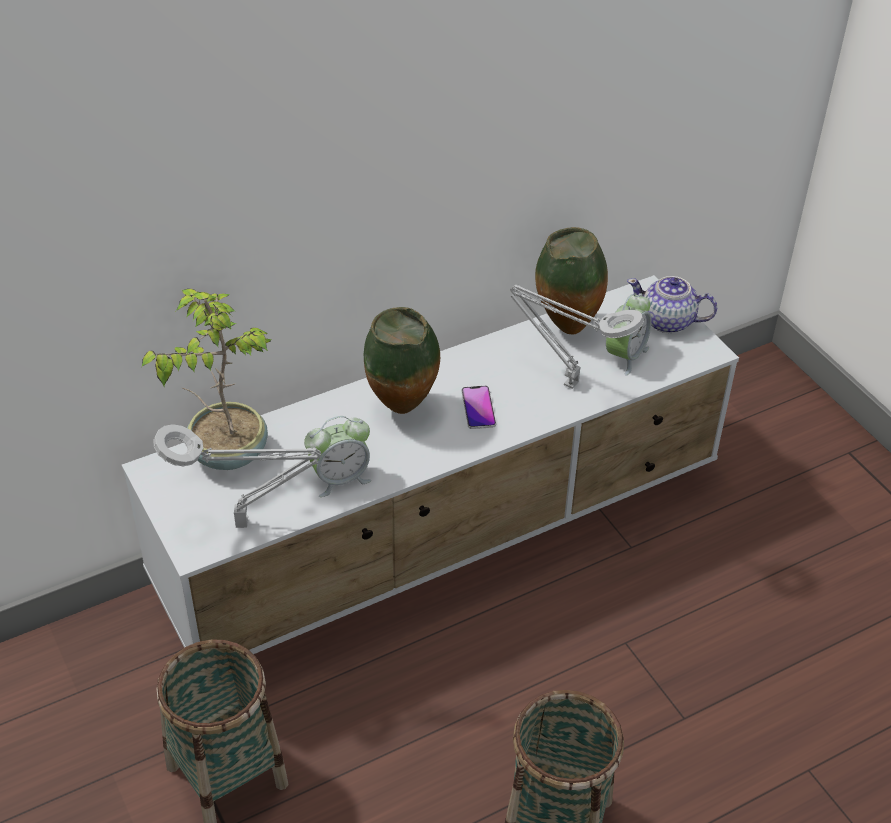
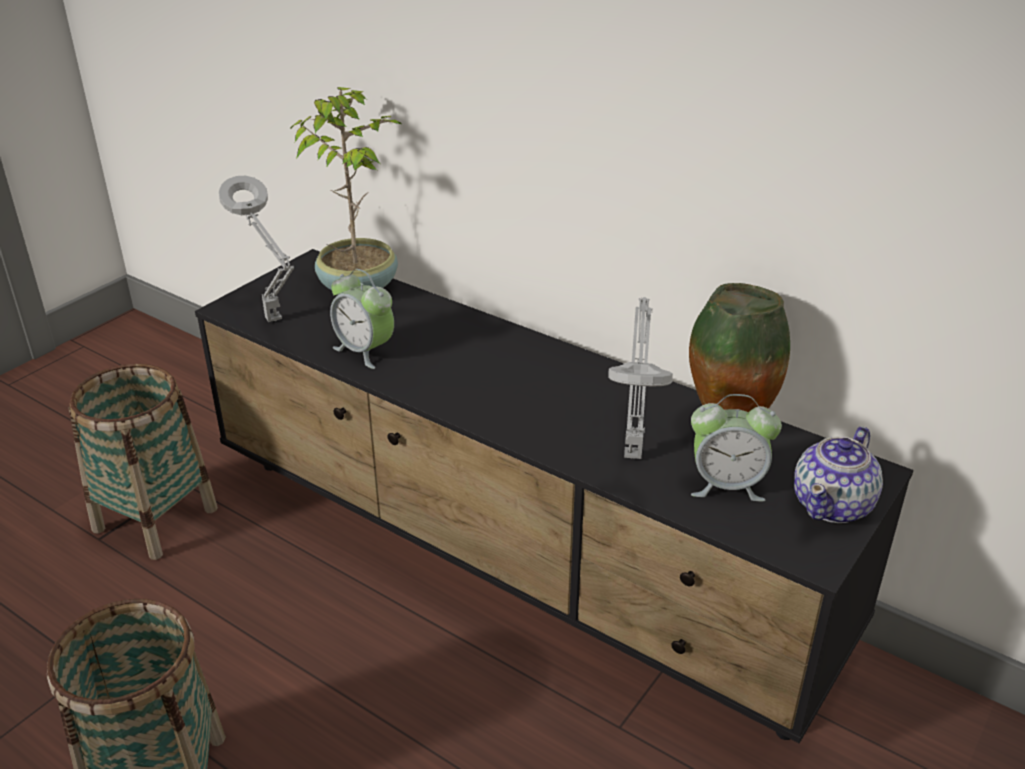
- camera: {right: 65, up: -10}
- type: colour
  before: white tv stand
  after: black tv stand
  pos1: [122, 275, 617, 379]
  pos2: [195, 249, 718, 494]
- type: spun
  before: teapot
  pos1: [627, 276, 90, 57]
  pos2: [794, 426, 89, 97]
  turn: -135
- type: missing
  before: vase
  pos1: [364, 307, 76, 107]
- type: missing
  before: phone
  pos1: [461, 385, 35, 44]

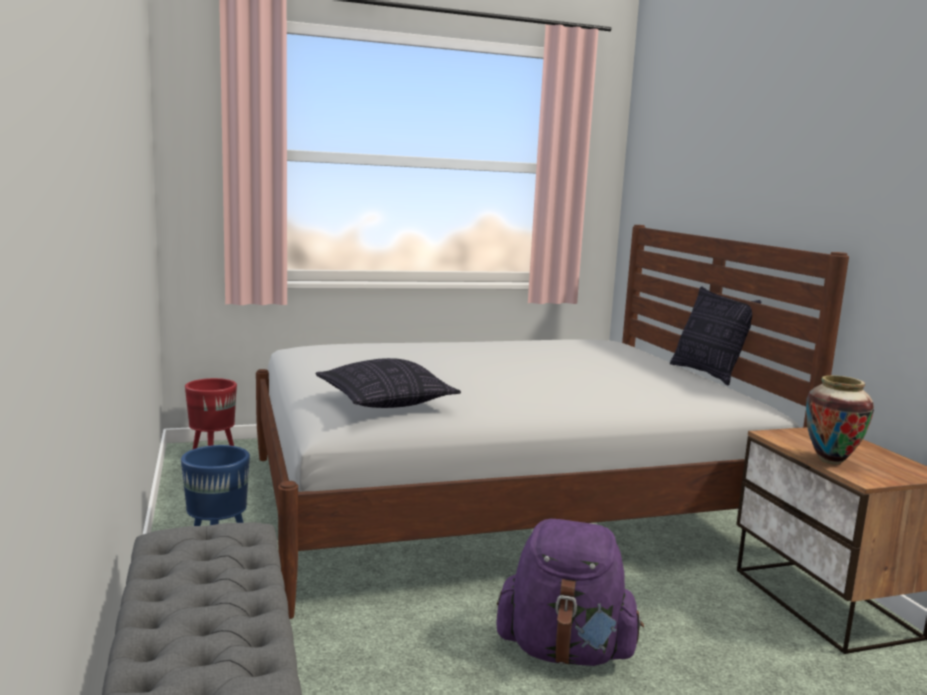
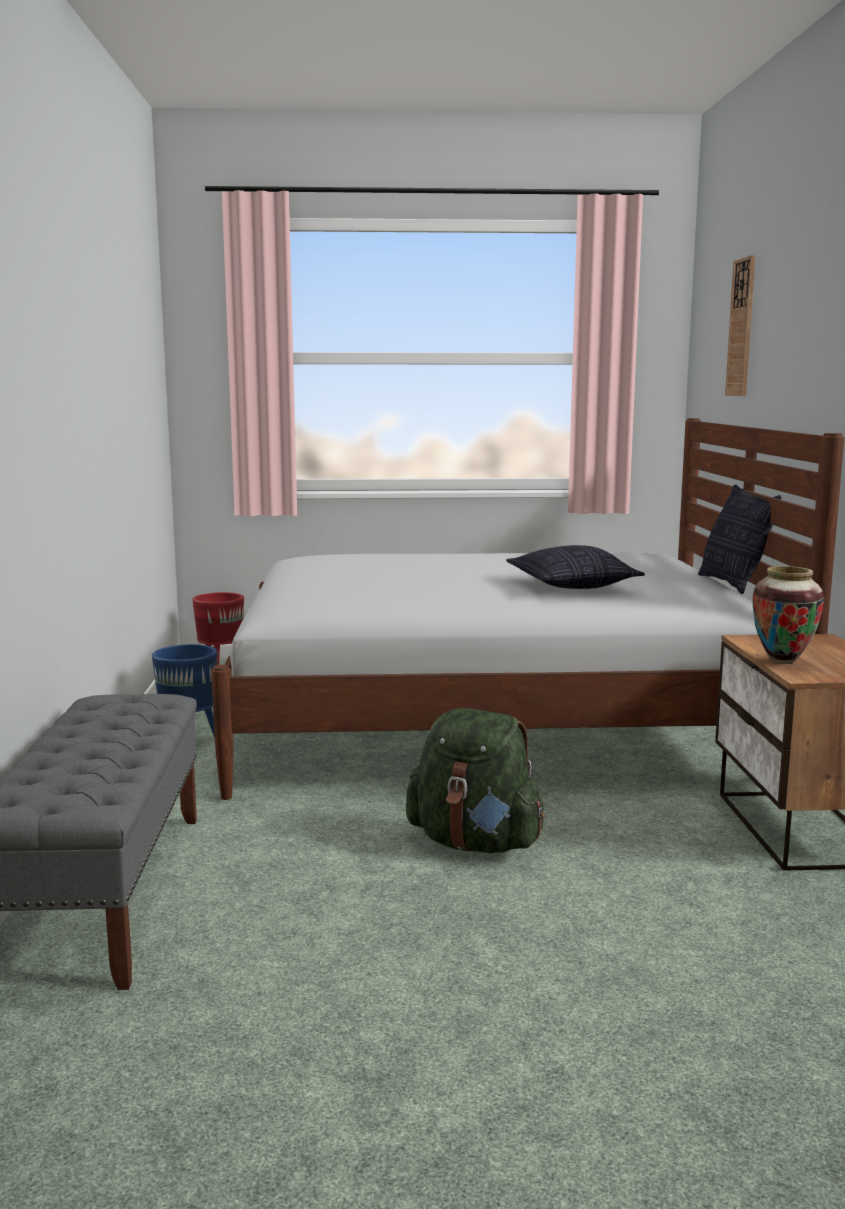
- camera: {right: 15, up: 0}
- type: relocated
  before: pillow
  pos1: [315, 358, 146, 50]
  pos2: [506, 545, 139, 44]
- type: colour
  before: purple backpack
  after: green backpack
  pos1: [496, 519, 148, 147]
  pos2: [406, 708, 139, 145]
- type: appeared
  after: wall clock
  pos2: [725, 255, 31, 141]

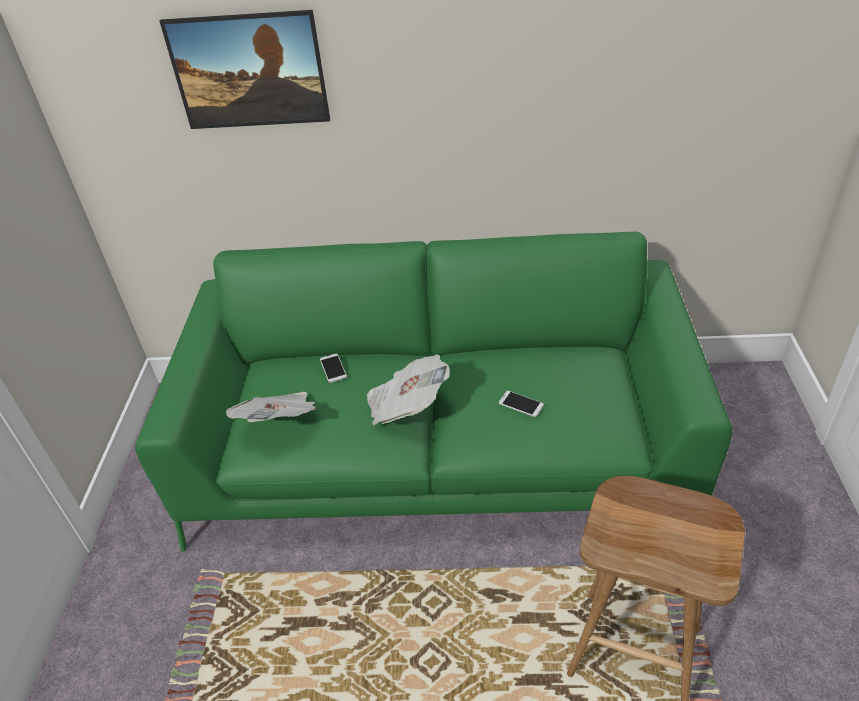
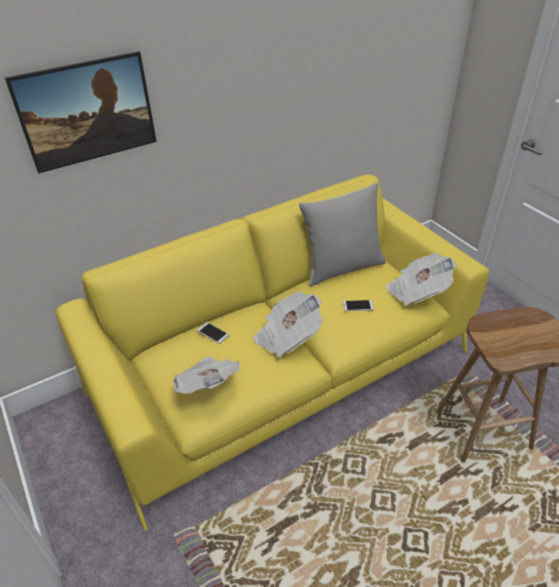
- camera: {right: -35, up: 0}
- type: colour
  before: green sofa
  after: yellow sofa
  pos1: [135, 232, 597, 320]
  pos2: [56, 174, 433, 357]
- type: appeared
  after: grey pillow
  pos2: [299, 183, 87, 103]
- type: appeared
  after: newspaper
  pos2: [386, 253, 71, 53]

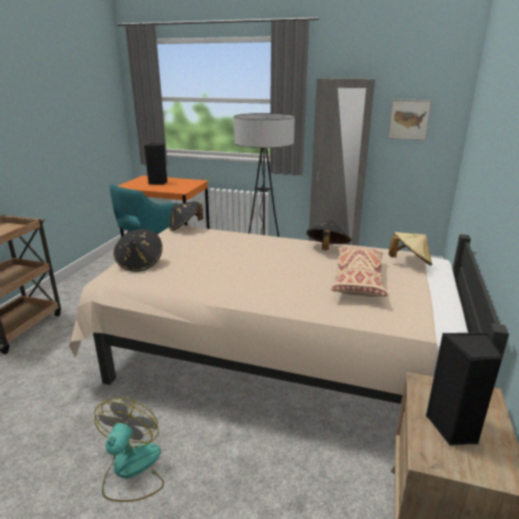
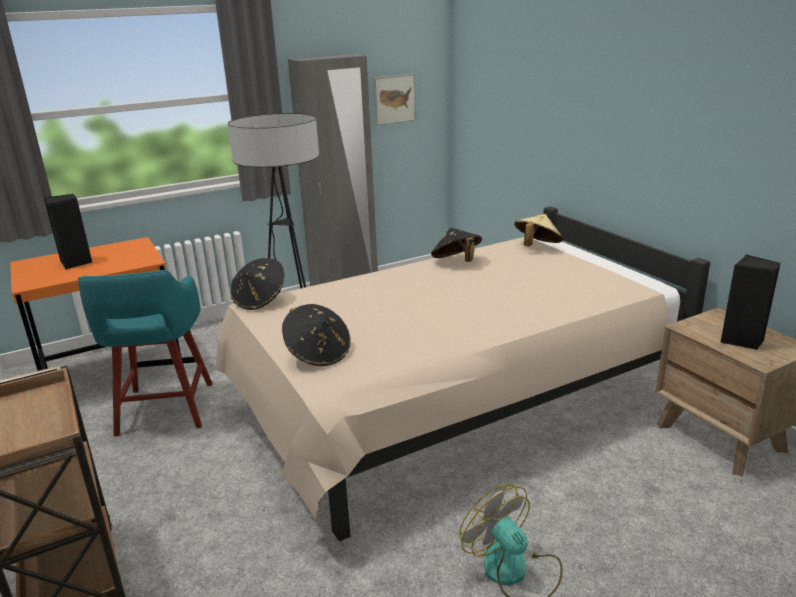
- camera: {right: -45, up: 0}
- type: missing
  before: beige pillow
  pos1: [331, 246, 56, 51]

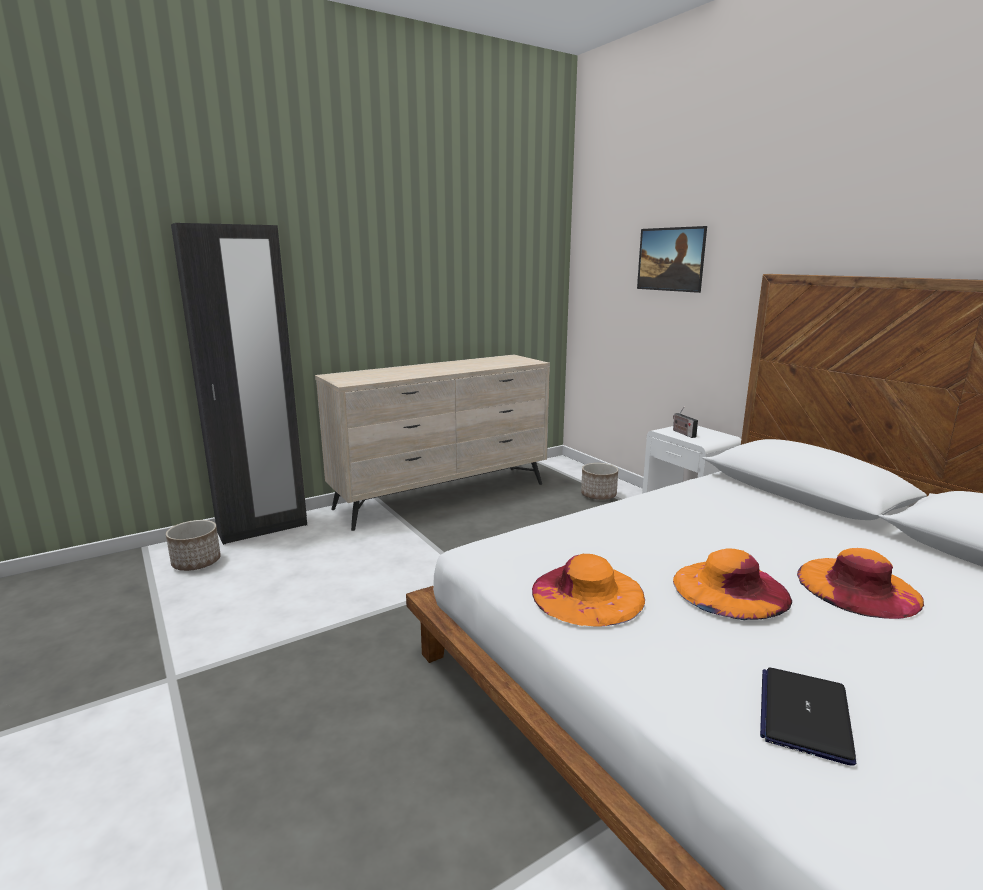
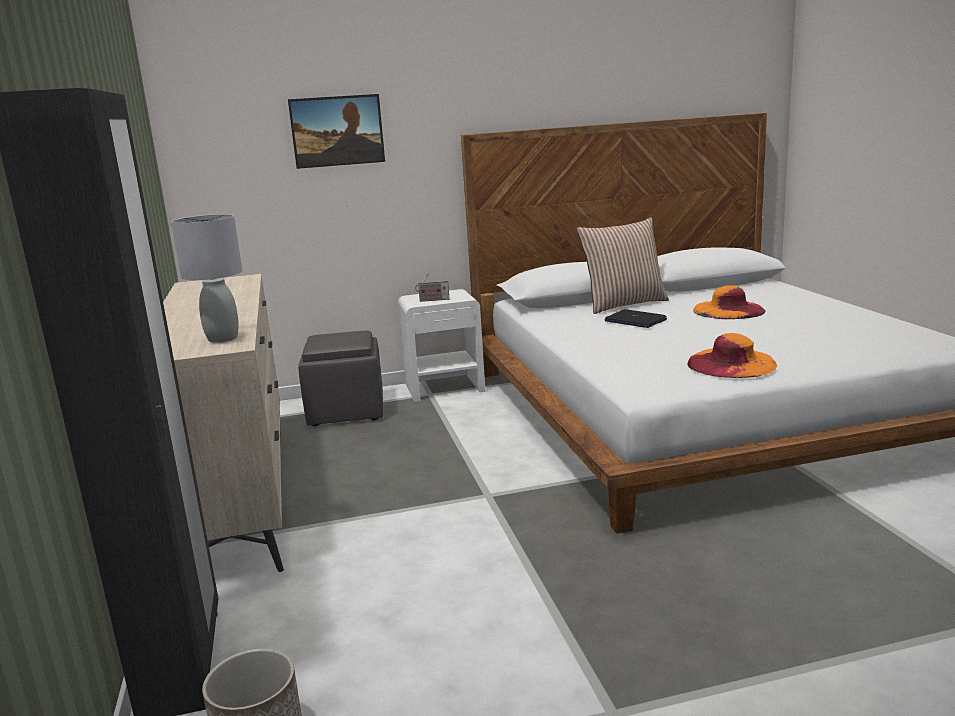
- camera: {right: -70, up: 0}
- type: exchanged
  before: planter
  after: grey ottoman
  pos1: [581, 463, 37, 37]
  pos2: [298, 330, 85, 96]
- type: missing
  before: orange hat
  pos1: [673, 549, 119, 71]
- type: relocated
  before: laptop
  pos1: [760, 667, 96, 98]
  pos2: [605, 309, 62, 19]
- type: appeared
  after: grey table lamp
  pos2: [171, 214, 71, 129]
- type: appeared
  after: pillow
  pos2: [577, 218, 92, 96]

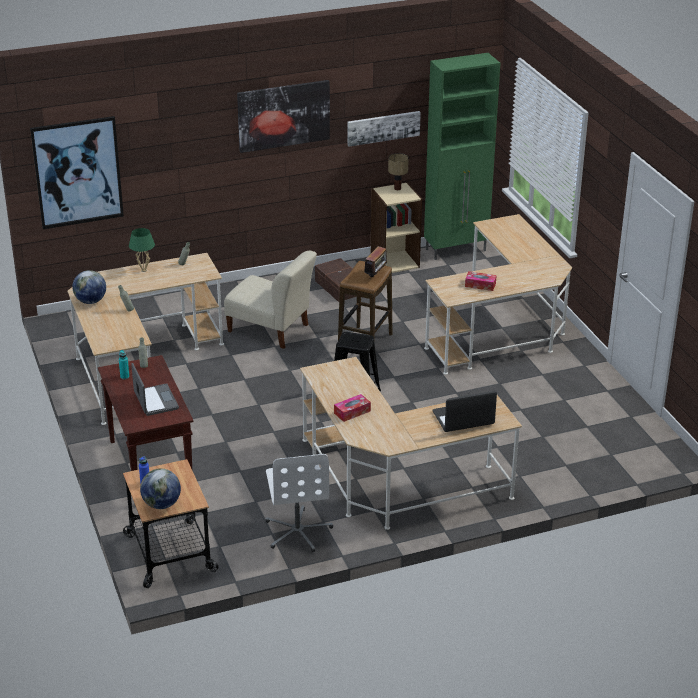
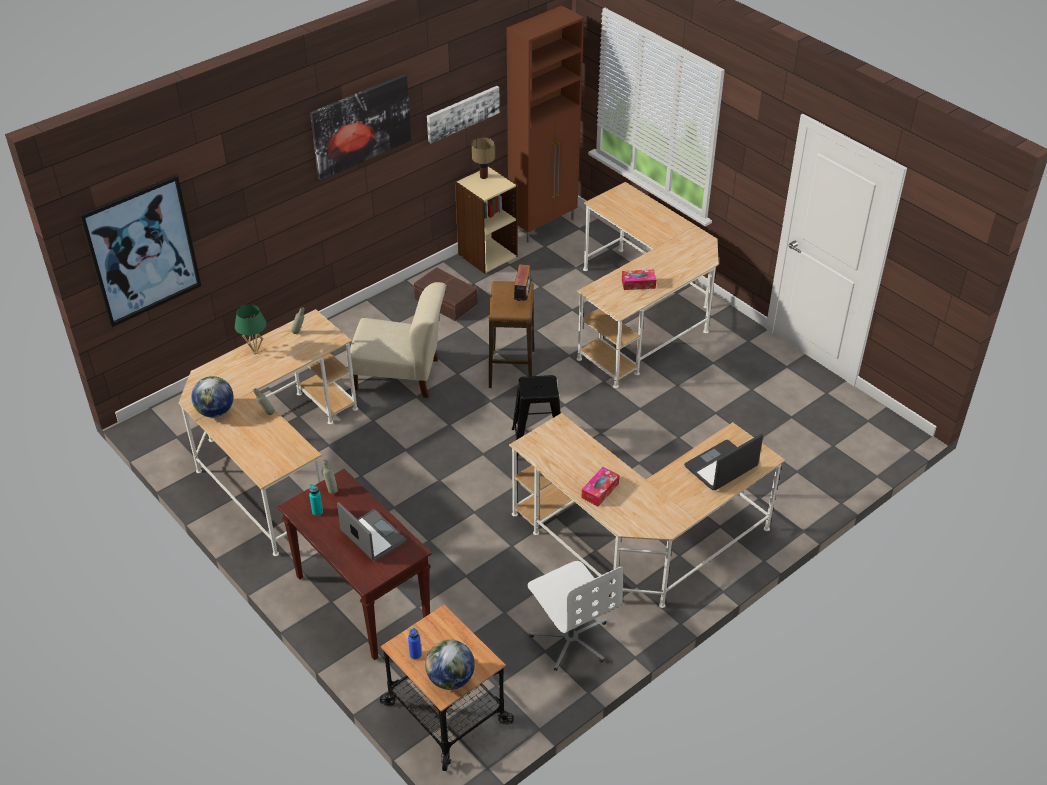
- camera: {right: -20, up: 10}
- type: colour
  before: green cabinet
  after: brown cabinet
  pos1: [424, 53, 77, 207]
  pos2: [507, 5, 77, 238]

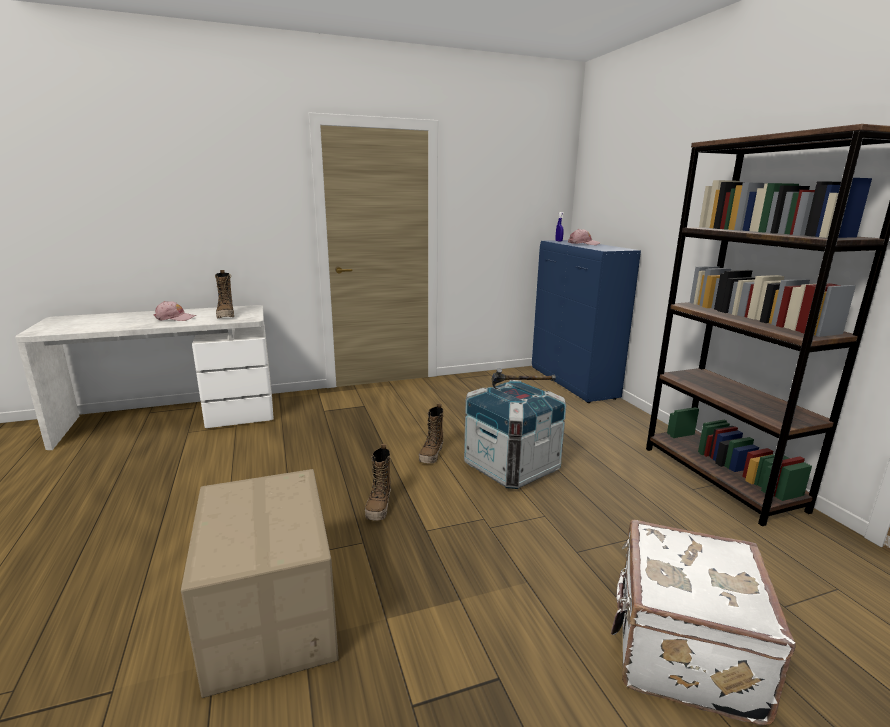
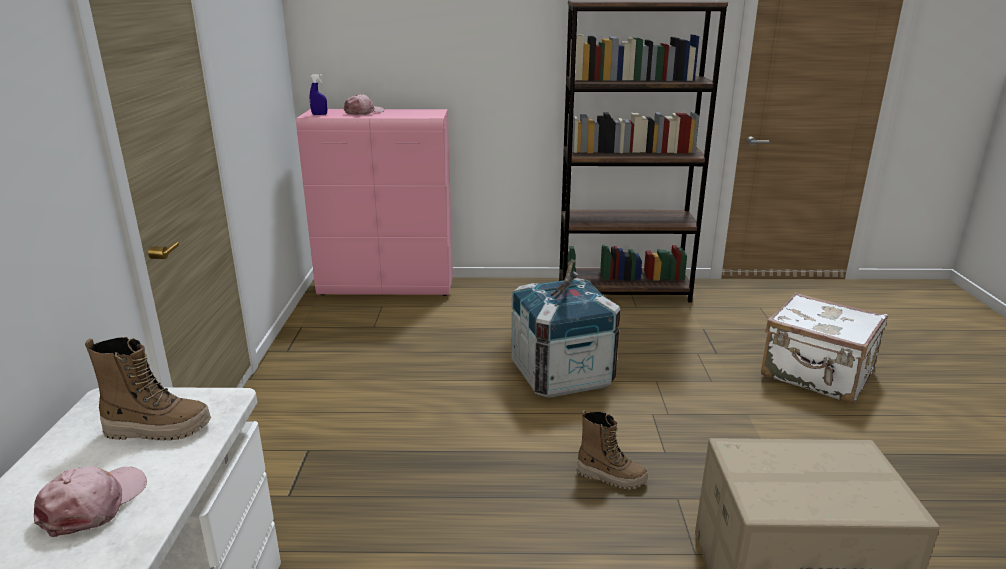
- camera: {right: -70, up: 5}
- type: colour
  before: blue cabinet
  after: pink cabinet
  pos1: [532, 240, 109, 163]
  pos2: [296, 109, 157, 187]
- type: missing
  before: boot
  pos1: [419, 403, 24, 61]

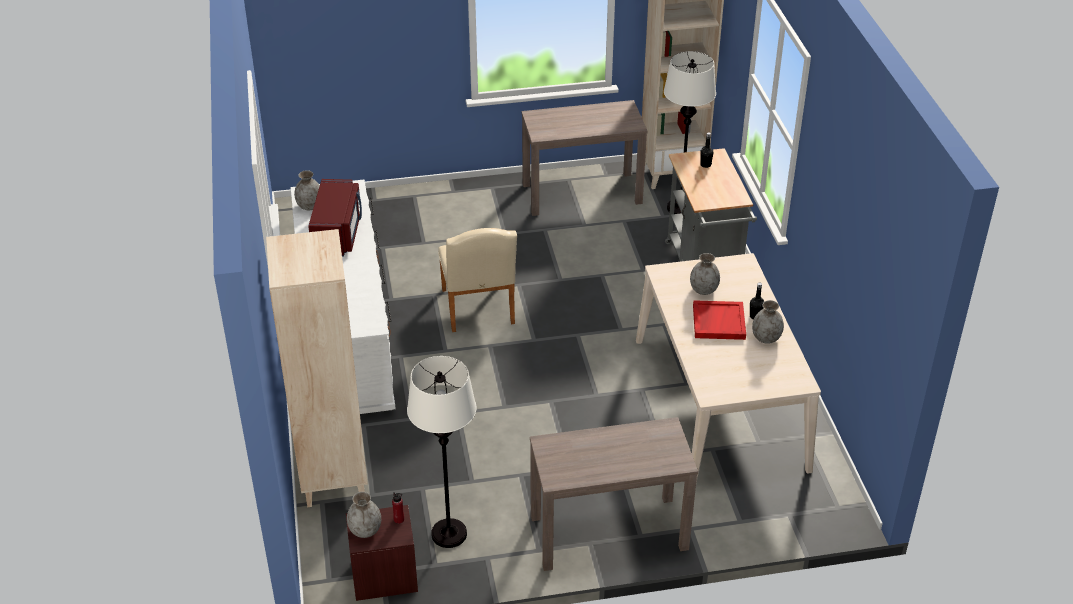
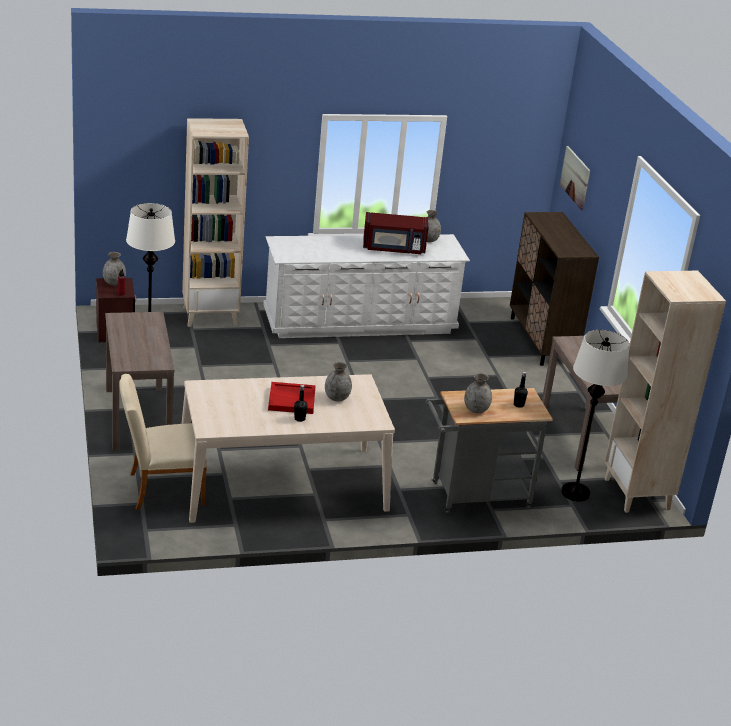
- camera: {right: 85, up: -10}
- type: relocated
  before: beige chair
  pos1: [438, 228, 79, 104]
  pos2: [119, 374, 88, 136]
- type: relocated
  before: grey vase
  pos1: [752, 300, 32, 44]
  pos2: [464, 373, 28, 40]
- type: appeared
  after: picture
  pos2: [560, 146, 30, 64]
- type: appeared
  after: brown cabinet
  pos2: [510, 212, 89, 154]

